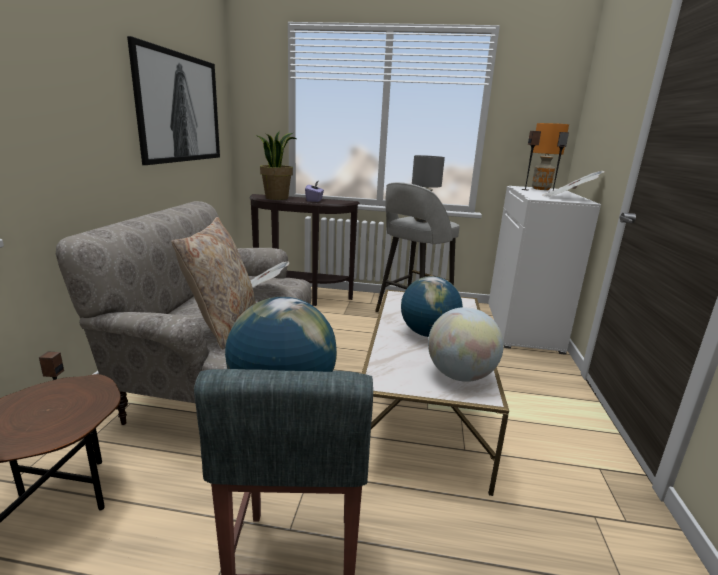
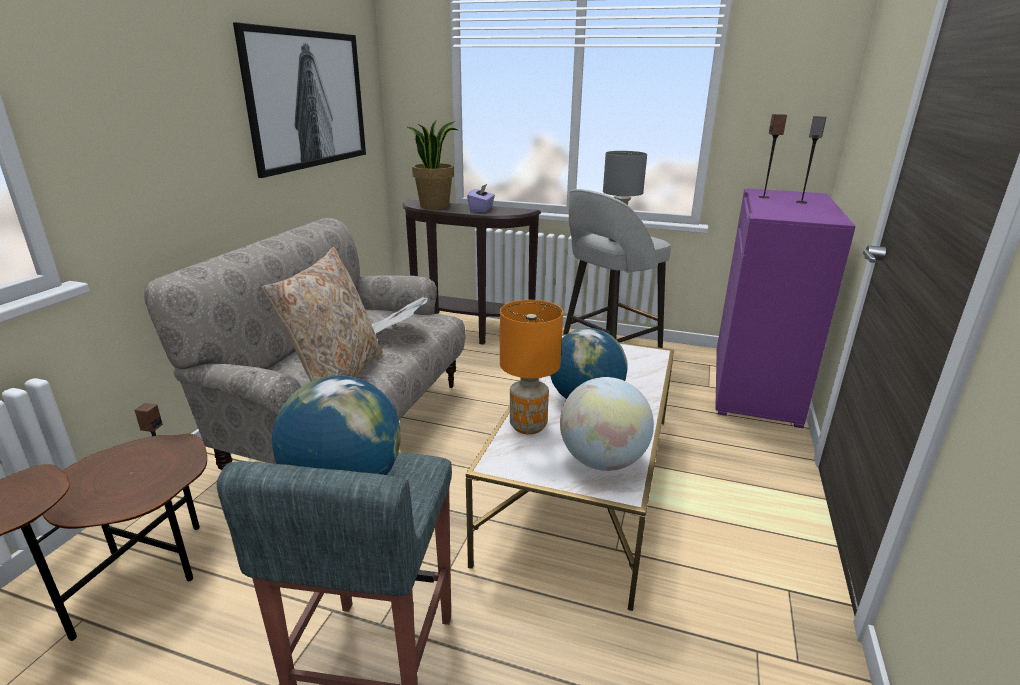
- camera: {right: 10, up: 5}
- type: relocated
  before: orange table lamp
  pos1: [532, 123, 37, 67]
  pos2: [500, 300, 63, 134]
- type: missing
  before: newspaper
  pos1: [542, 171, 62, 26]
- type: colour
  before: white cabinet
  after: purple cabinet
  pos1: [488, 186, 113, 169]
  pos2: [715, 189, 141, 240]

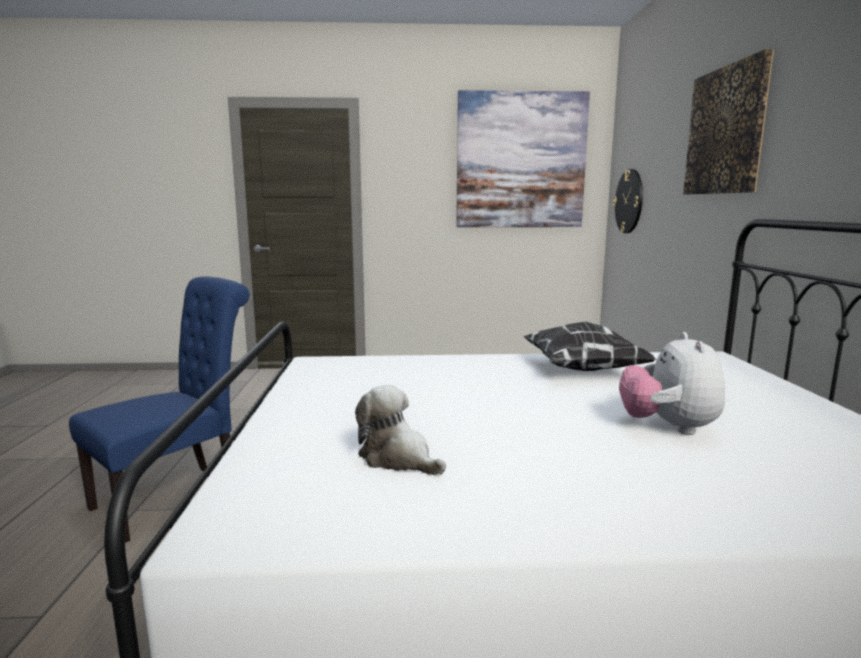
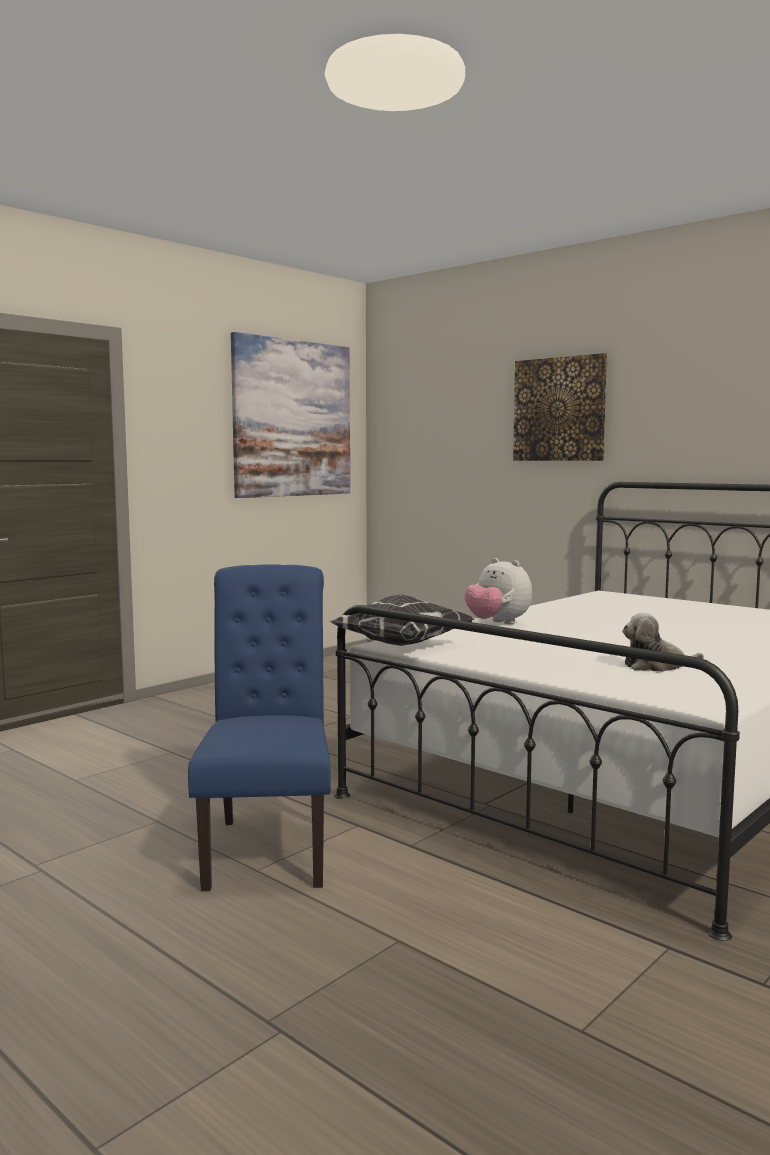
- camera: {right: -45, up: -5}
- type: missing
  before: wall clock
  pos1: [613, 169, 30, 64]
- type: relocated
  before: pillow
  pos1: [523, 322, 134, 49]
  pos2: [329, 594, 145, 52]
- type: relocated
  before: plush toy
  pos1: [619, 332, 106, 103]
  pos2: [465, 558, 67, 66]

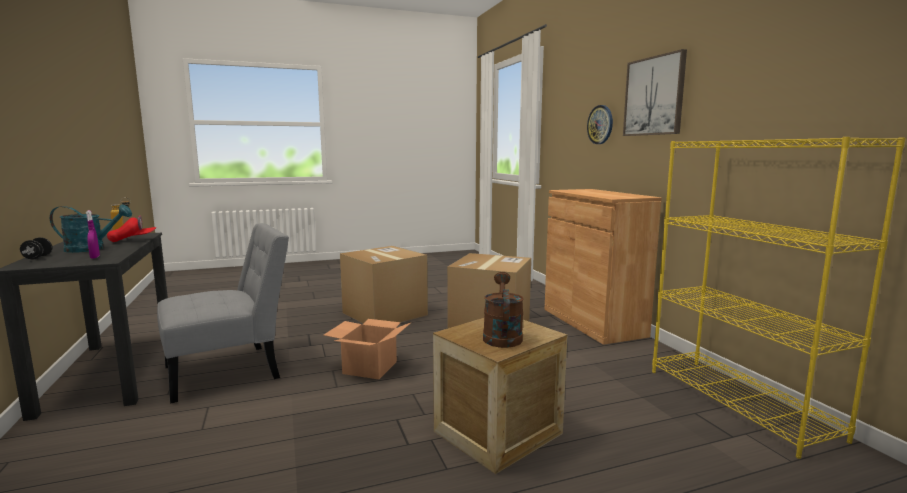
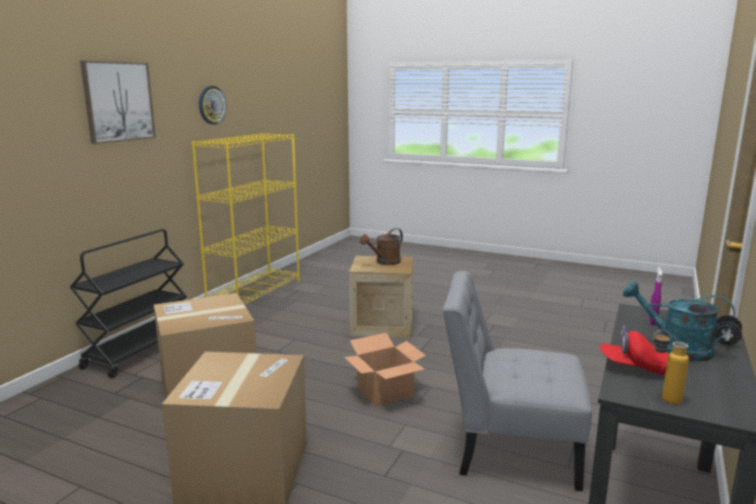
- camera: {right: -135, up: 5}
- type: relocated
  before: wall clock
  pos1: [587, 105, 26, 39]
  pos2: [199, 86, 27, 39]
- type: exchanged
  before: brown cabinet
  after: black cart
  pos1: [545, 189, 117, 156]
  pos2: [70, 229, 117, 149]

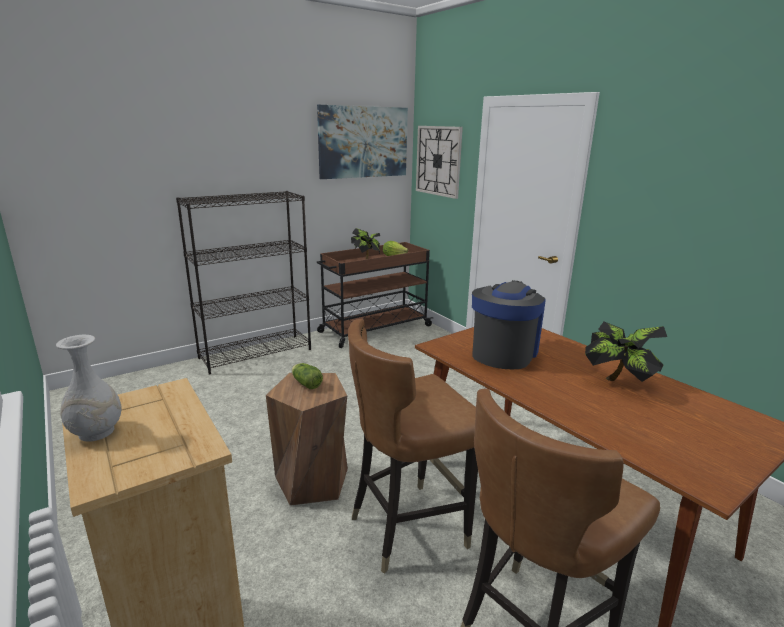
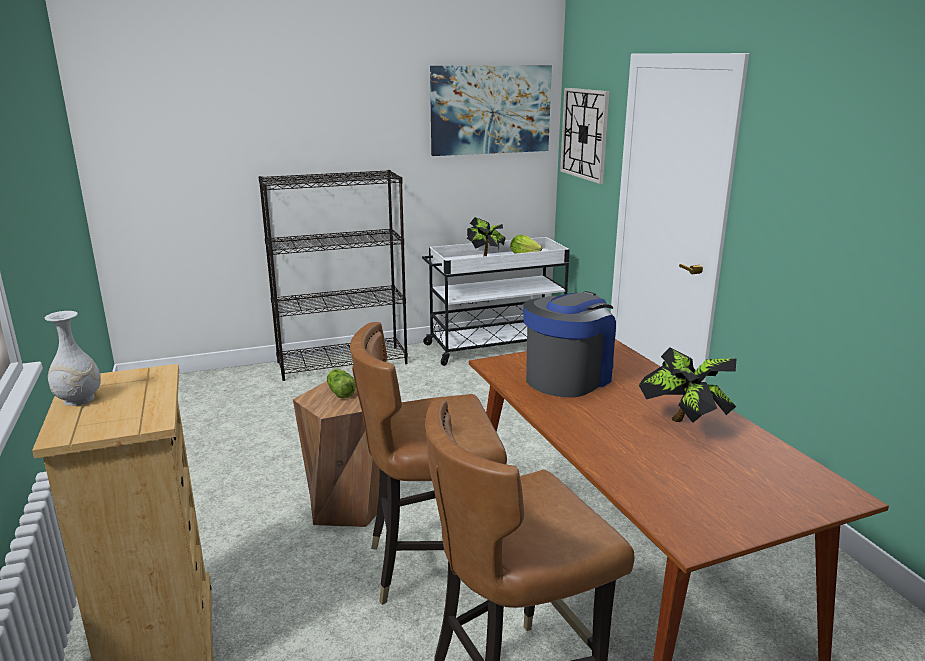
- camera: {right: 15, up: 0}
- type: colour
  before: brown cart
  after: white cart
  pos1: [317, 242, 116, 106]
  pos2: [422, 237, 148, 129]

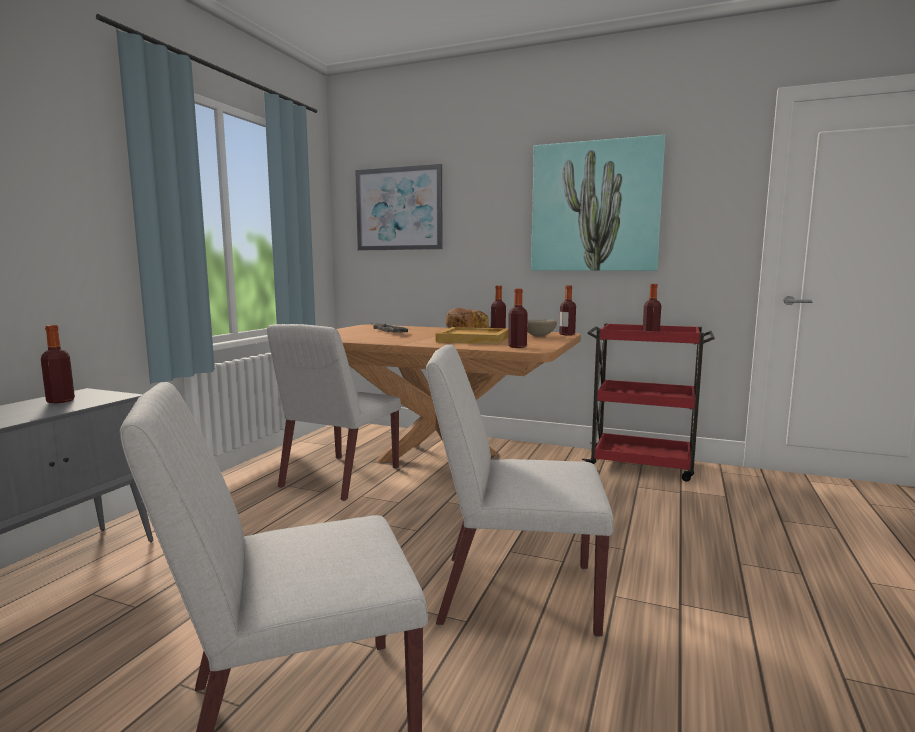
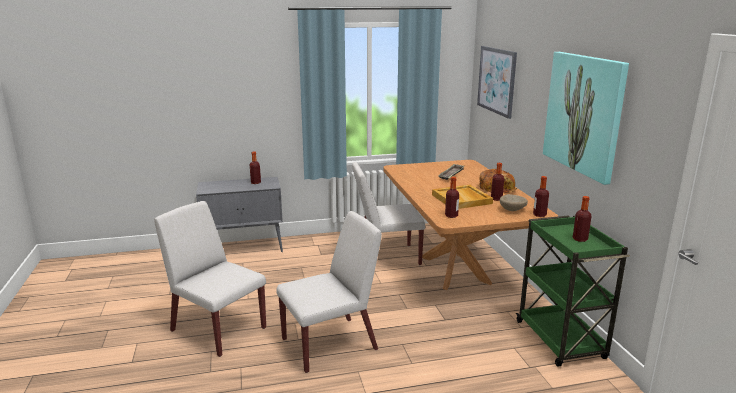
- camera: {right: 55, up: 10}
- type: colour
  before: red cart
  after: green cart
  pos1: [582, 323, 133, 159]
  pos2: [516, 215, 114, 152]
- type: spun
  before: white chair
  pos1: [426, 344, 187, 293]
  pos2: [276, 211, 106, 162]
  turn: 90

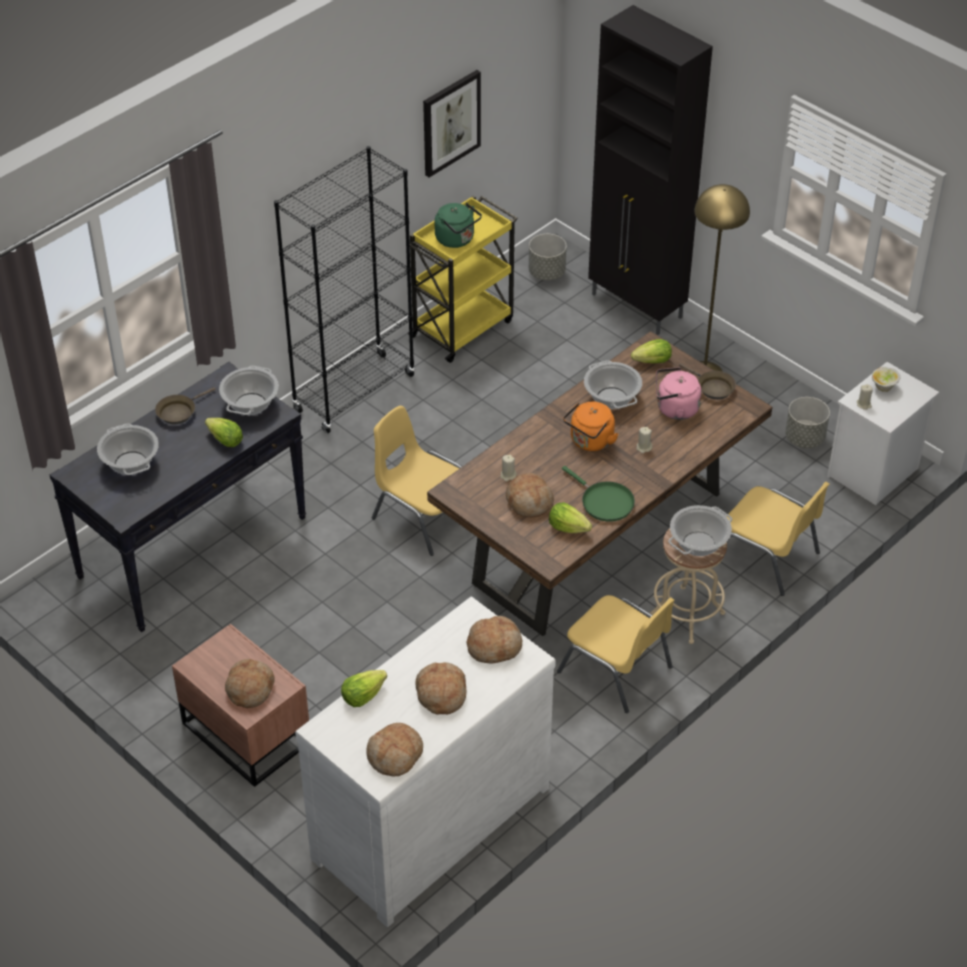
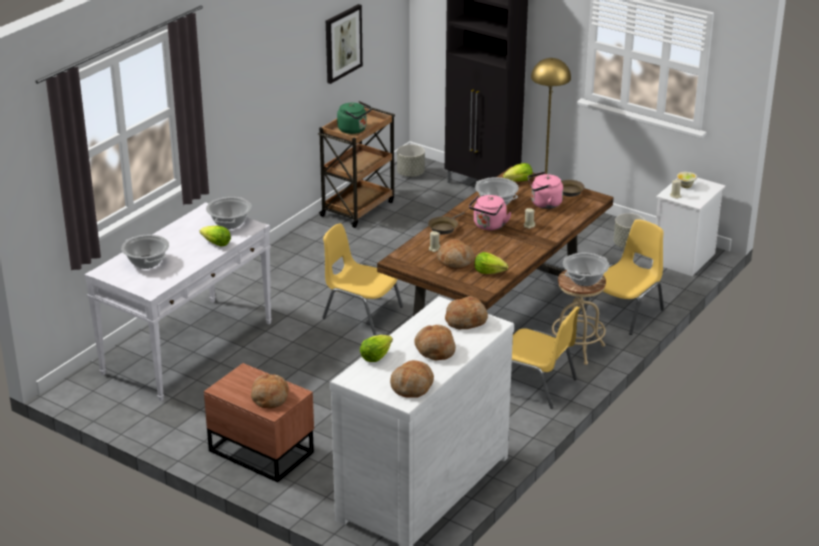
- camera: {right: -10, up: -15}
- type: missing
  before: black bookcase
  pos1: [274, 146, 141, 287]
- type: colour
  before: yellow cart
  after: brown cart
  pos1: [407, 196, 111, 167]
  pos2: [318, 106, 77, 122]
- type: colour
  before: black console table
  after: white console table
  pos1: [50, 362, 256, 270]
  pos2: [84, 202, 188, 199]
- type: relocated
  before: brown frying pan
  pos1: [155, 387, 61, 37]
  pos2: [428, 212, 37, 22]
- type: colour
  before: orange kettle
  after: pink kettle
  pos1: [563, 401, 55, 50]
  pos2: [469, 195, 43, 35]
- type: missing
  before: green frying pan
  pos1: [562, 466, 73, 56]
- type: spun
  before: yellow chair
  pos1: [726, 482, 104, 114]
  pos2: [582, 219, 82, 116]
  turn: -75

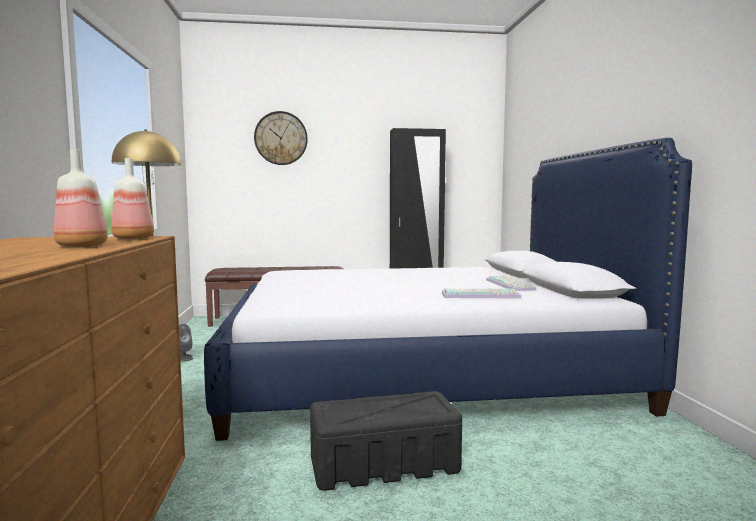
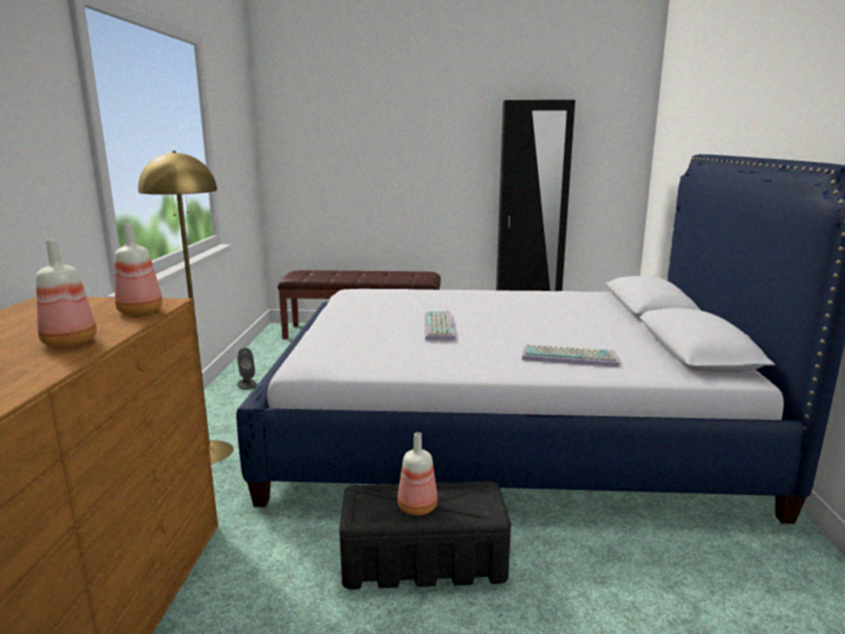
- camera: {right: 10, up: 10}
- type: missing
  before: wall clock
  pos1: [254, 111, 54, 54]
- type: relocated
  before: keyboard
  pos1: [486, 276, 50, 15]
  pos2: [425, 311, 30, 29]
- type: appeared
  after: bottle
  pos2: [397, 432, 41, 83]

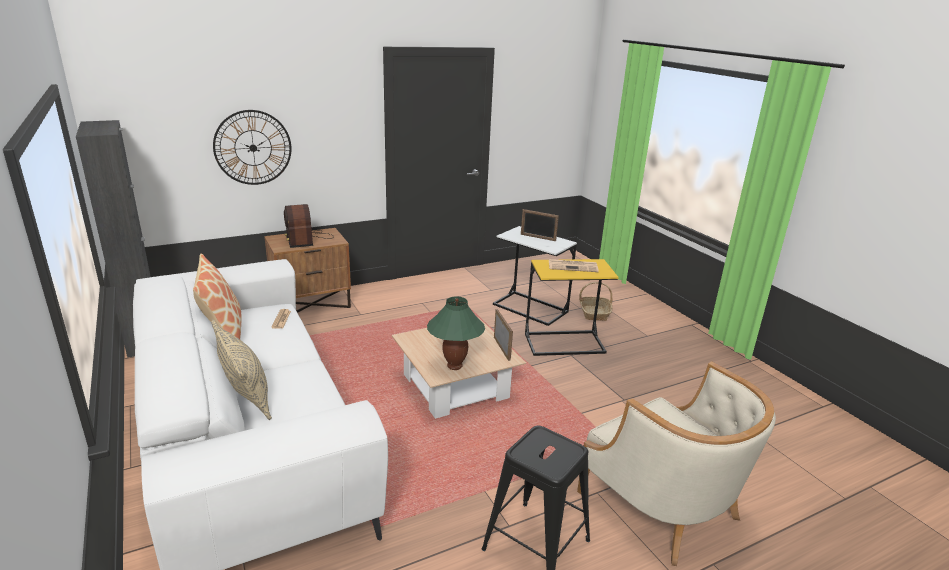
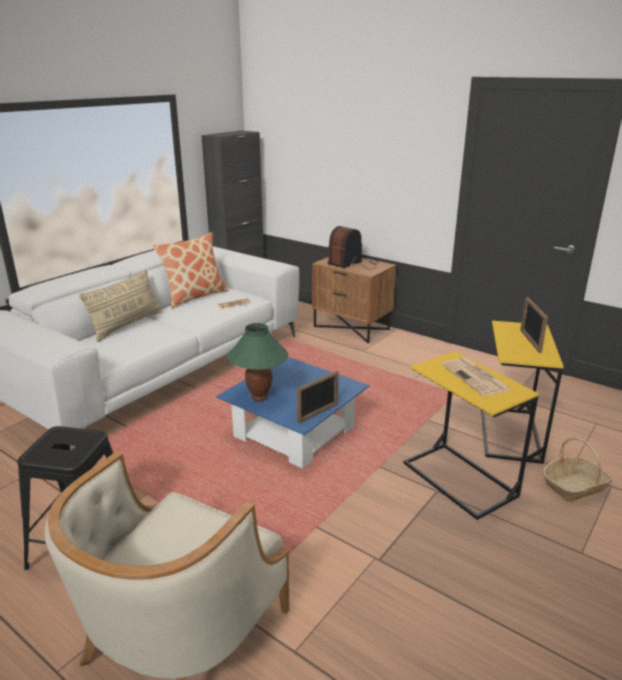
- camera: {right: 65, up: 0}
- type: missing
  before: wall clock
  pos1: [213, 110, 79, 75]
- type: colour
  before: white side table
  after: yellow side table
  pos1: [493, 226, 84, 100]
  pos2: [481, 321, 83, 143]
- type: colour
  before: beige coffee table
  after: blue coffee table
  pos1: [392, 317, 134, 102]
  pos2: [216, 357, 153, 112]

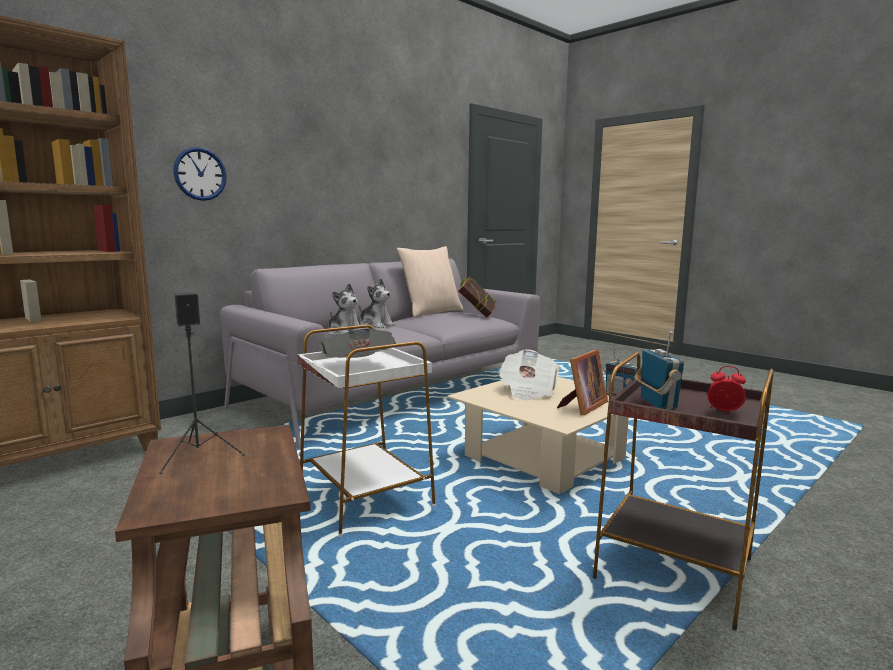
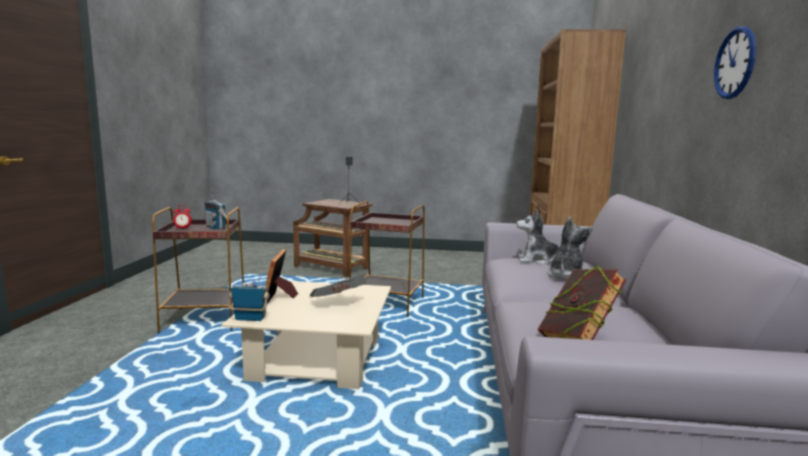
- camera: {right: 140, up: 0}
- type: relocated
  before: wall clock
  pos1: [173, 147, 54, 54]
  pos2: [714, 26, 42, 73]
- type: missing
  before: beige pillow
  pos1: [397, 246, 66, 72]
- type: spun
  before: plush toy
  pos1: [359, 278, 36, 51]
  pos2: [547, 217, 45, 61]
  turn: 120
- type: colour
  before: white side table
  after: brown side table
  pos1: [297, 325, 139, 212]
  pos2: [349, 201, 76, 116]
- type: missing
  before: newspaper
  pos1: [318, 328, 78, 30]

